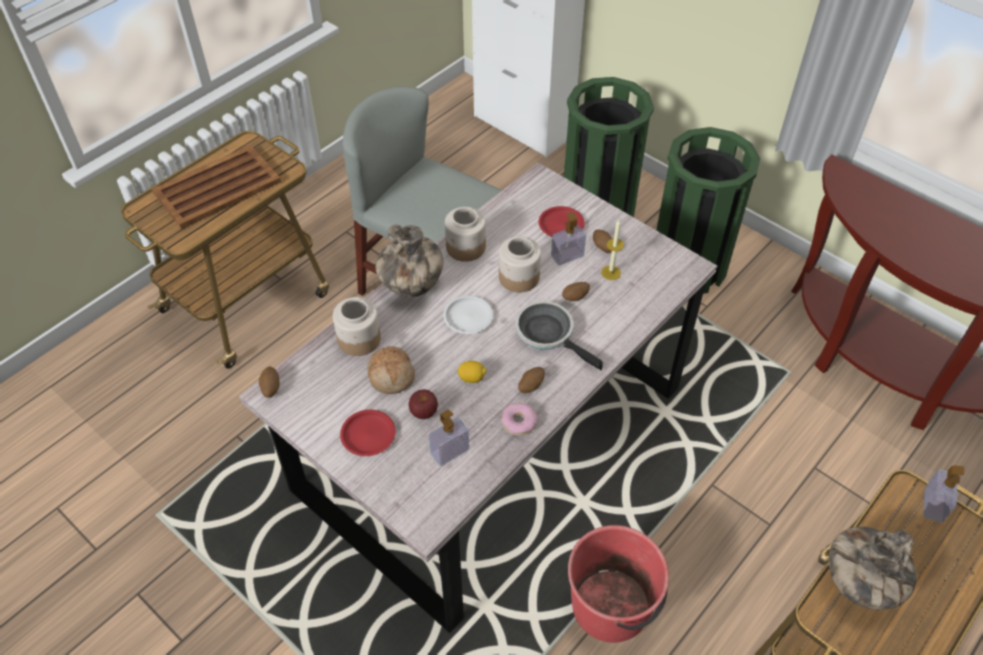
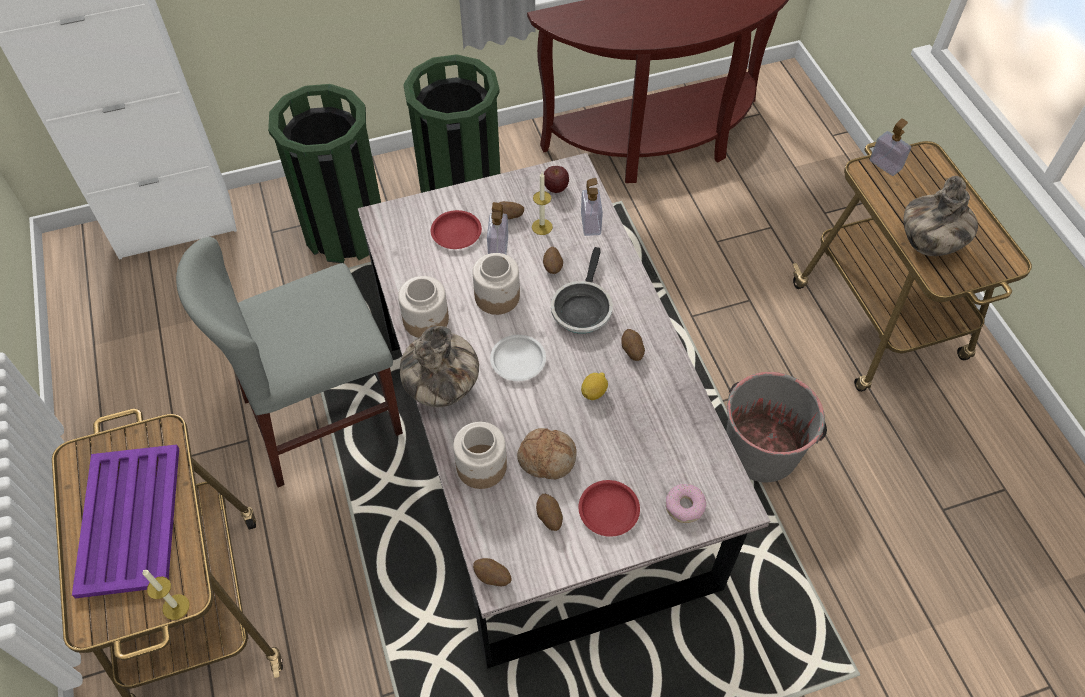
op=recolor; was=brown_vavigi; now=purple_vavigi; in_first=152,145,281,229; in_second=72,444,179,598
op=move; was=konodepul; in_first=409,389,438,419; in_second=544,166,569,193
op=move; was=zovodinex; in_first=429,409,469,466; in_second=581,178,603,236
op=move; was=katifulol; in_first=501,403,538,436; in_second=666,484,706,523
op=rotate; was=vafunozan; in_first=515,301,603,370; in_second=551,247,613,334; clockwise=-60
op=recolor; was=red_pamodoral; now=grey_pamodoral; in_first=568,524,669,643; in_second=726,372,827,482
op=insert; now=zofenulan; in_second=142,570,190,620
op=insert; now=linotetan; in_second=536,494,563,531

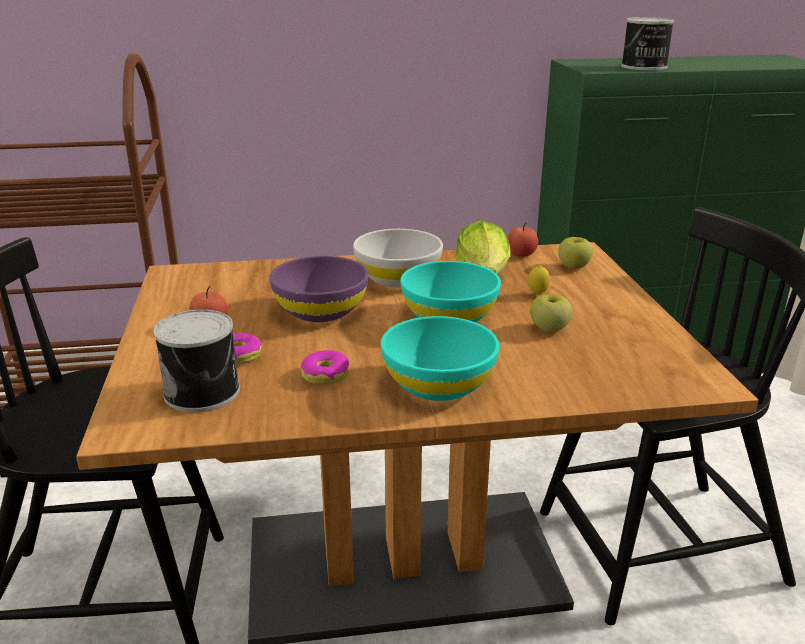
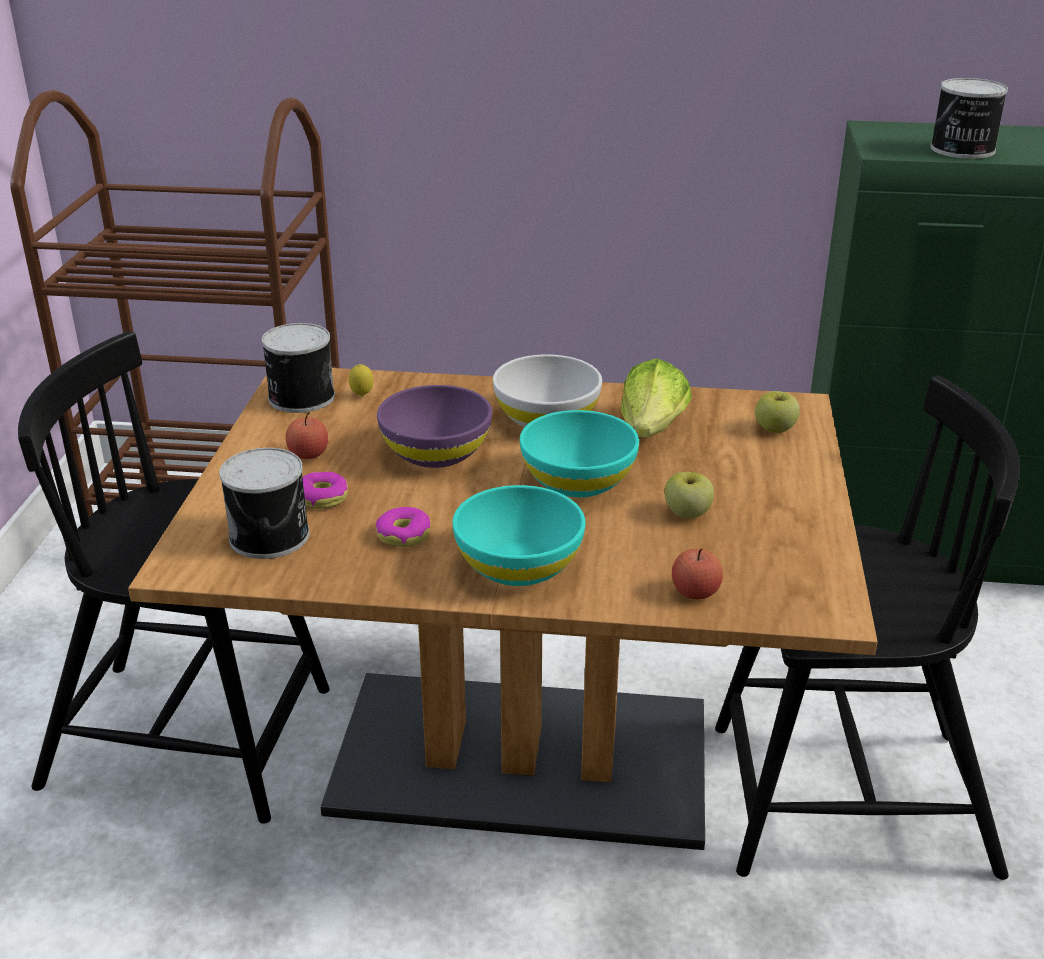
op=move; was=konodepul; in_first=508,223,538,257; in_second=672,548,723,599
op=move; was=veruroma; in_first=528,266,550,295; in_second=349,364,374,396
op=insert; now=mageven; in_second=262,323,335,413

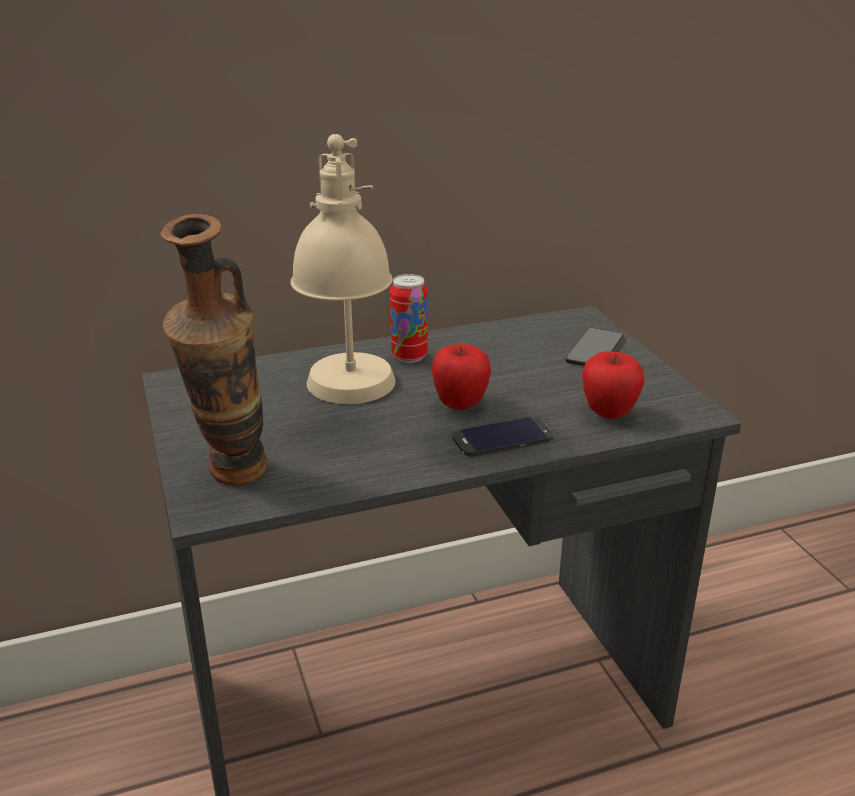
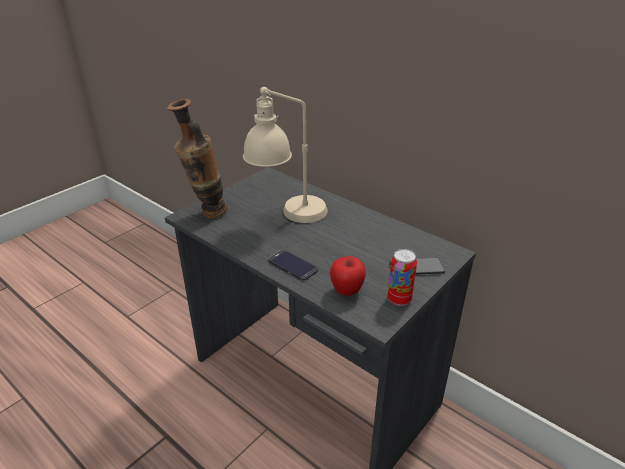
op=move; was=mageven; in_first=390,274,427,363; in_second=388,249,417,306
op=delete; was=konodepul; in_first=432,344,491,410

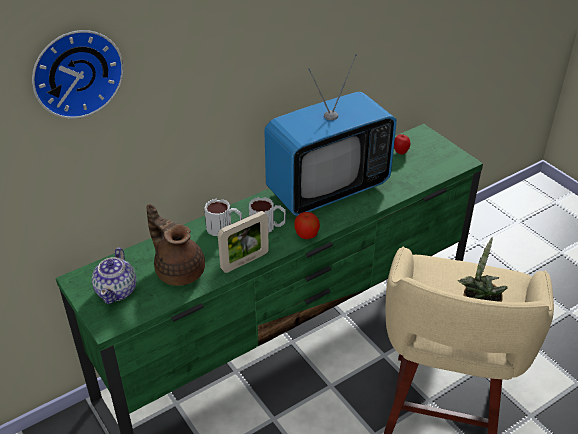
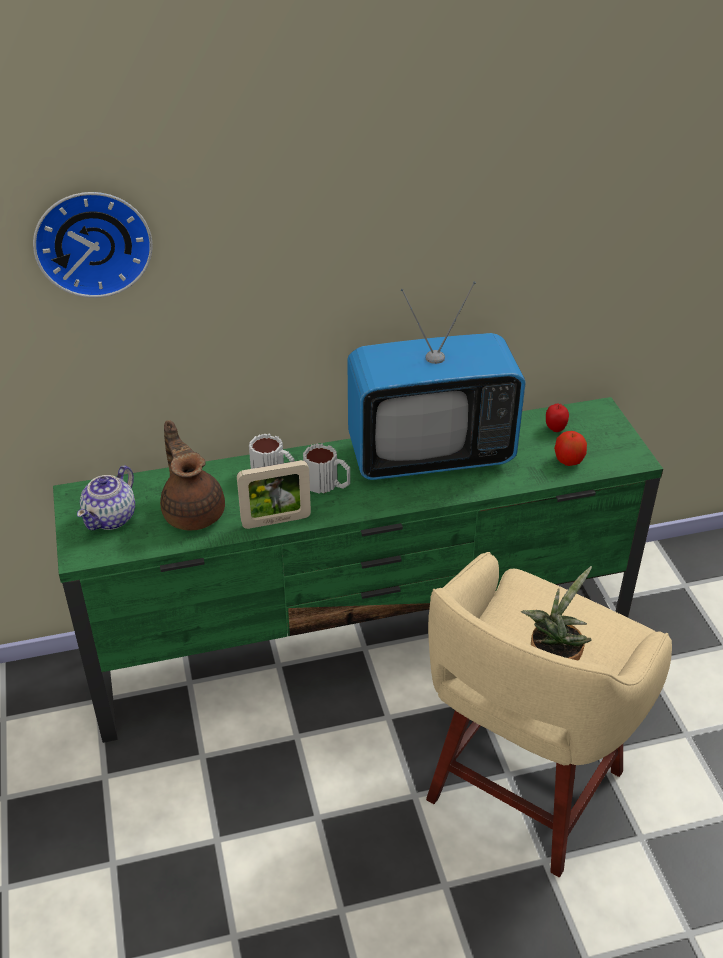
op=move; was=konodepul; in_first=294,212,320,239; in_second=554,431,587,466

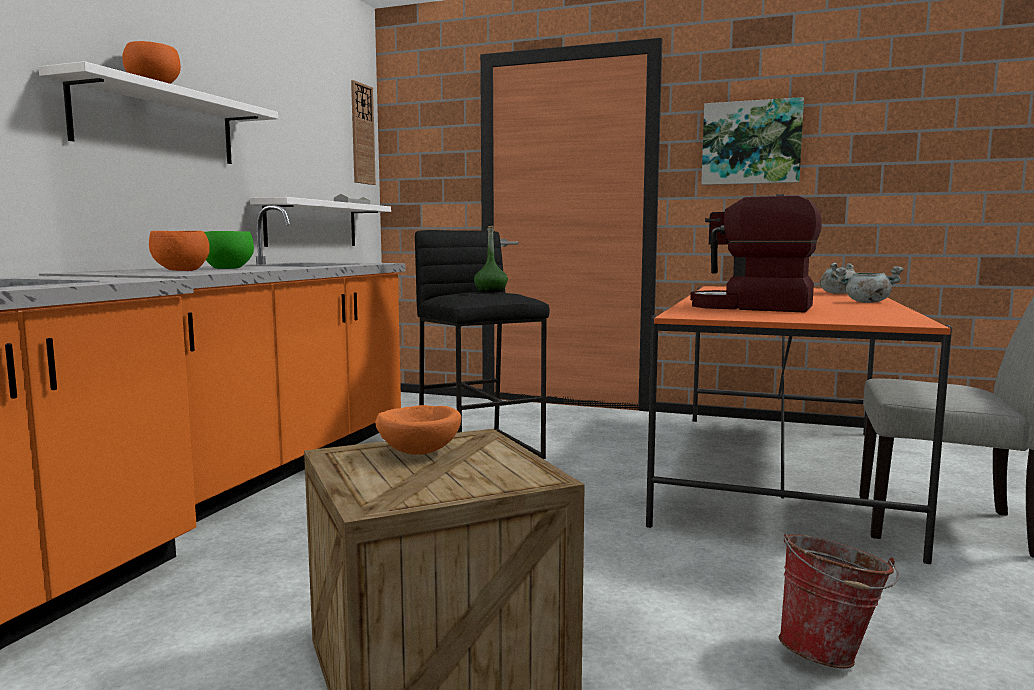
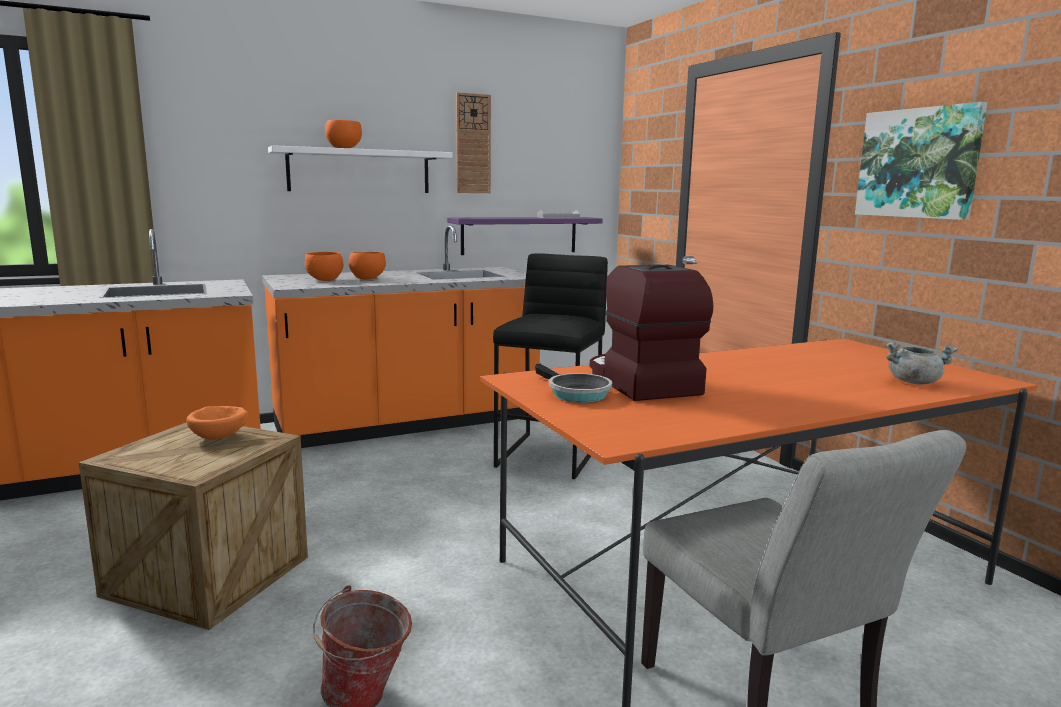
op=recolor; was=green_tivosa; now=orange_tivosa; in_first=204,231,254,269; in_second=348,251,386,279
op=recolor; was=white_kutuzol; now=purple_kutuzol; in_first=250,197,391,247; in_second=447,217,603,255
op=move; was=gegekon; in_first=351,80,376,185; in_second=456,92,491,193
op=delete; was=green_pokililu; in_first=474,226,508,292
op=delete; was=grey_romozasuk; in_first=835,266,904,303
op=insert; now=vafunozan; in_second=535,364,612,403

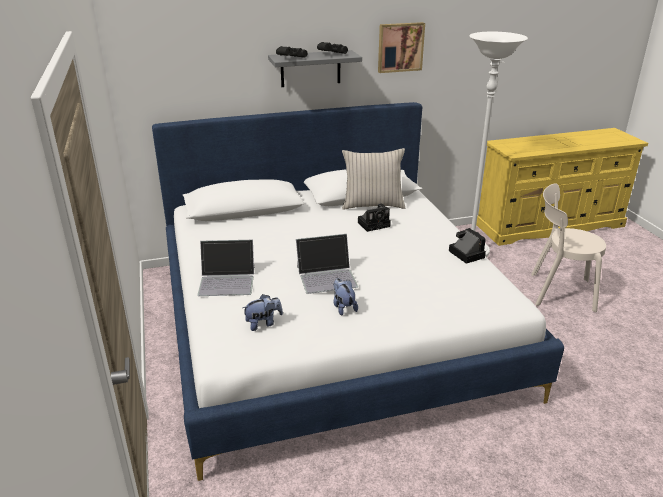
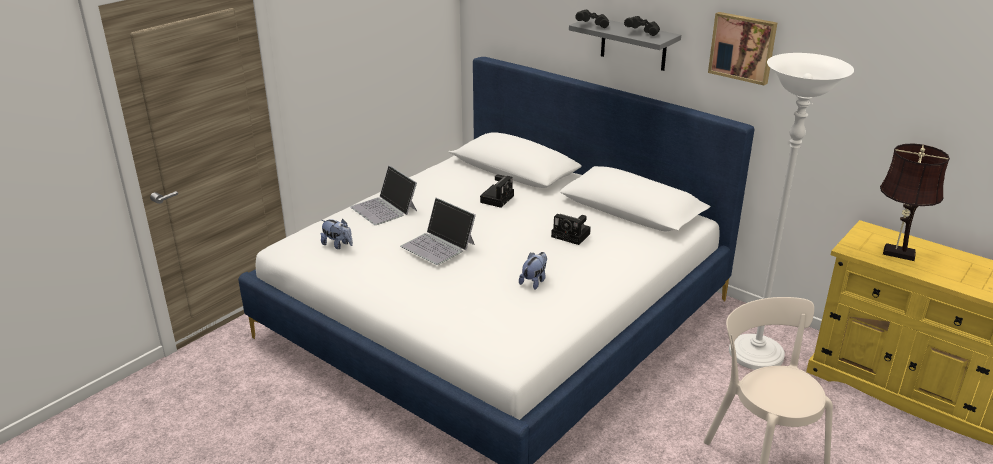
op=move; was=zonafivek; in_first=333,278,358,316; in_second=519,252,547,290
op=delete; was=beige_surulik; in_first=342,148,405,210
op=move; was=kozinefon; in_first=449,228,486,264; in_second=480,174,514,208
op=insert; now=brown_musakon; in_second=880,143,950,261

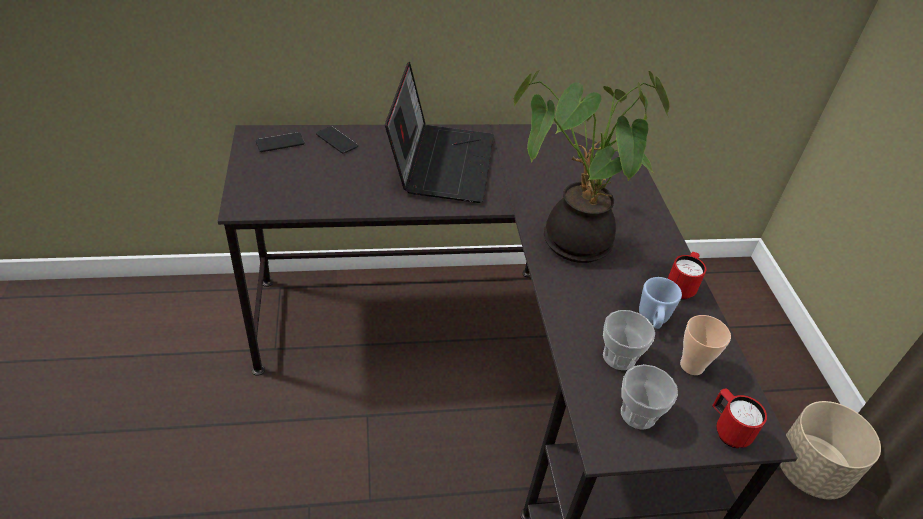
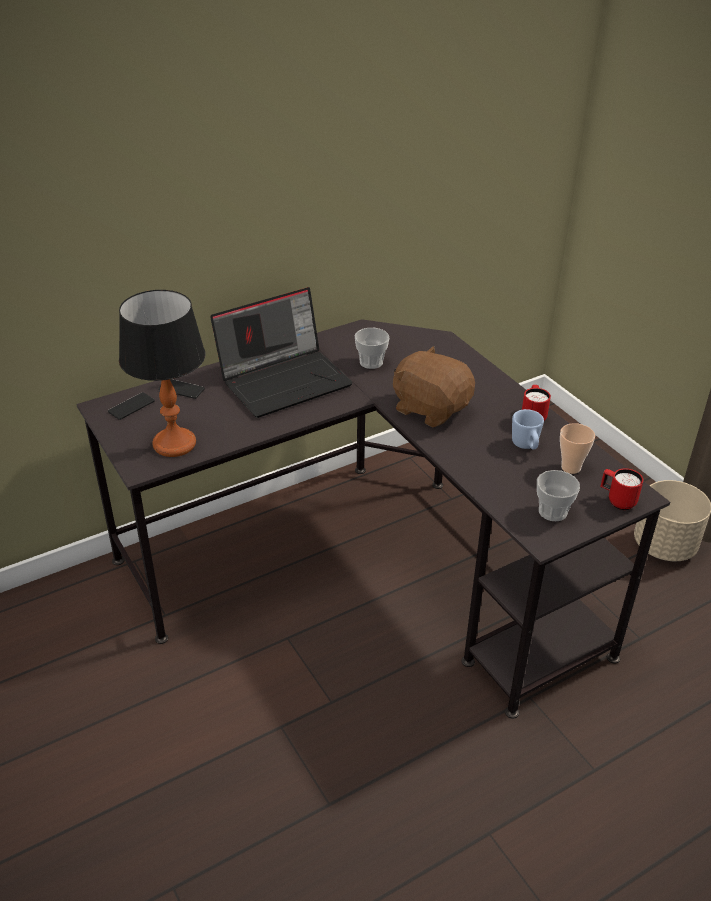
op=rotate; was=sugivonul; in_first=385,62,494,203; in_second=210,287,353,418; clockwise=75
op=replace; was=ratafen; now=brown_zonafivek; in_first=514,70,670,263; in_second=393,346,475,428
op=move; was=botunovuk; in_first=603,310,655,370; in_second=355,328,389,369
op=insert; now=musakon; in_second=119,290,206,457

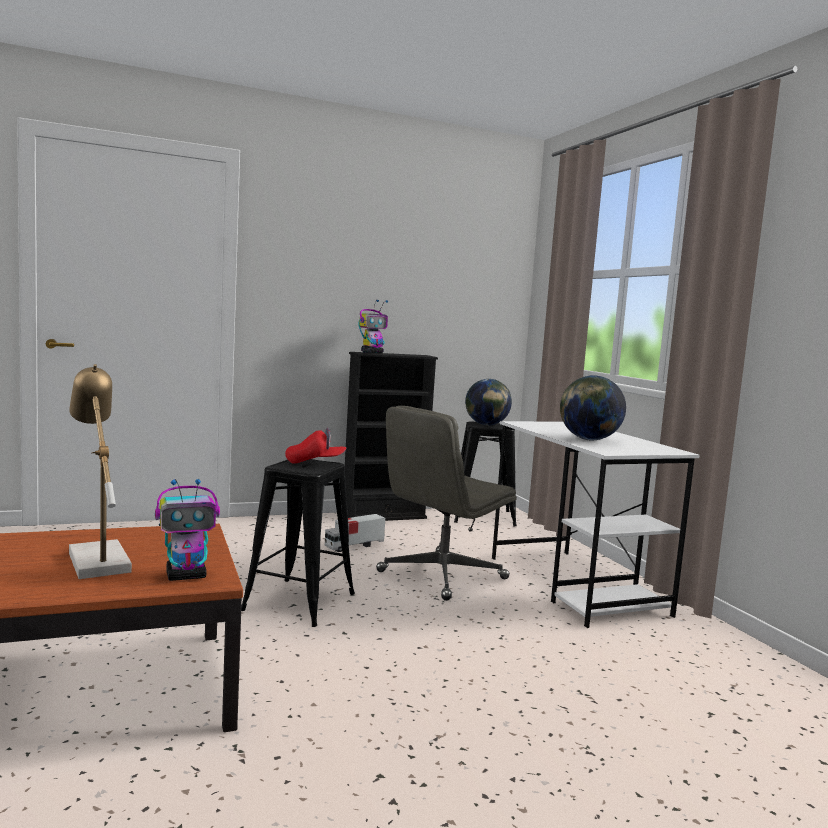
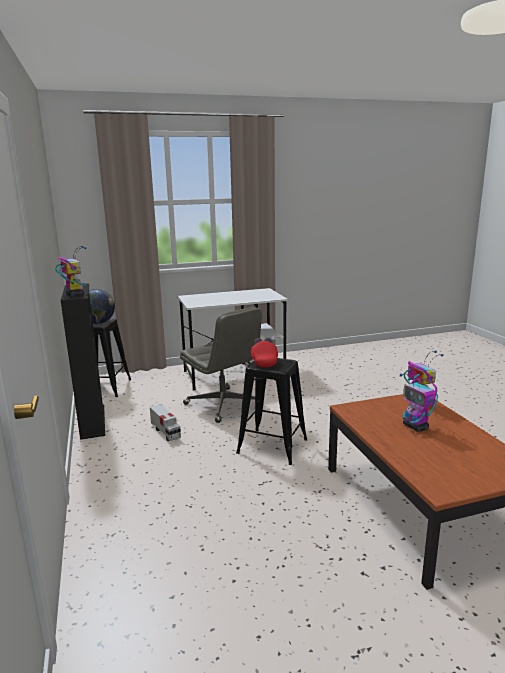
op=replace; was=musakon; now=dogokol; in_first=69,364,132,579; in_second=400,373,438,432
op=delete; was=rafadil; in_first=560,375,626,440

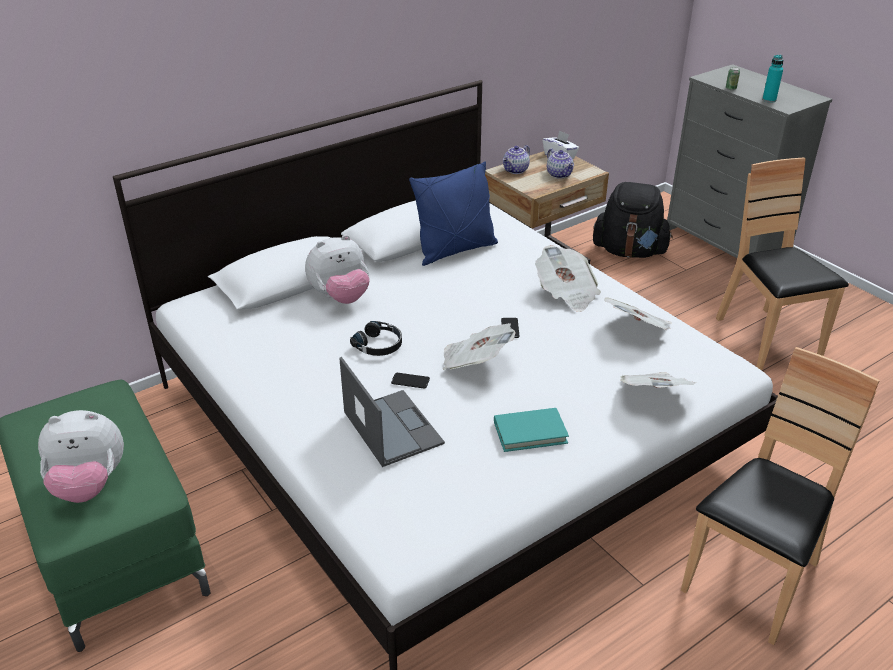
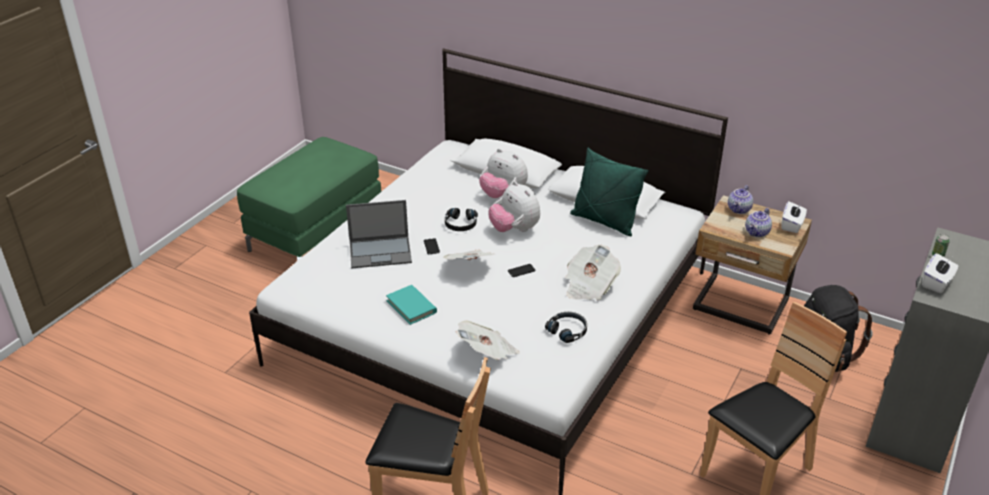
op=move; was=zonafivek; in_first=38,410,124,503; in_second=488,181,540,232
op=rotate; was=sugivonul; in_first=339,357,445,467; in_second=346,200,412,268; clockwise=45
op=recolor; was=blue_surulik; now=green_surulik; in_first=409,161,498,266; in_second=570,148,649,236
op=rotate; was=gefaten; in_first=503,145,530,174; in_second=728,185,753,214; clockwise=-75
op=replace; was=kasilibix; now=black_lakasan; in_first=604,297,672,330; in_second=545,312,587,343
op=replace; was=turquoise_pokililu; now=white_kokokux; in_first=762,55,783,103; in_second=922,253,958,293

